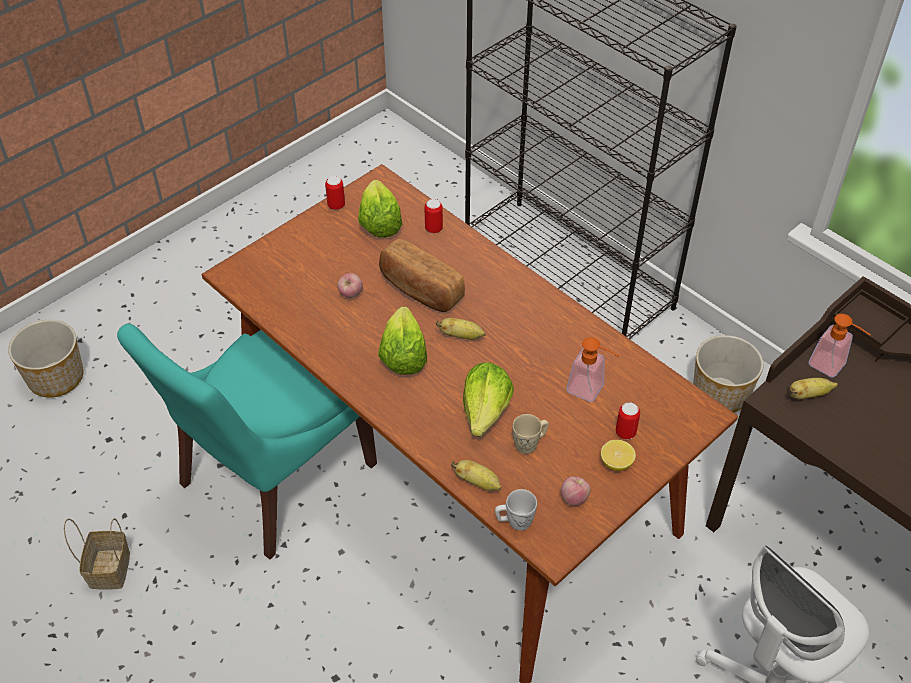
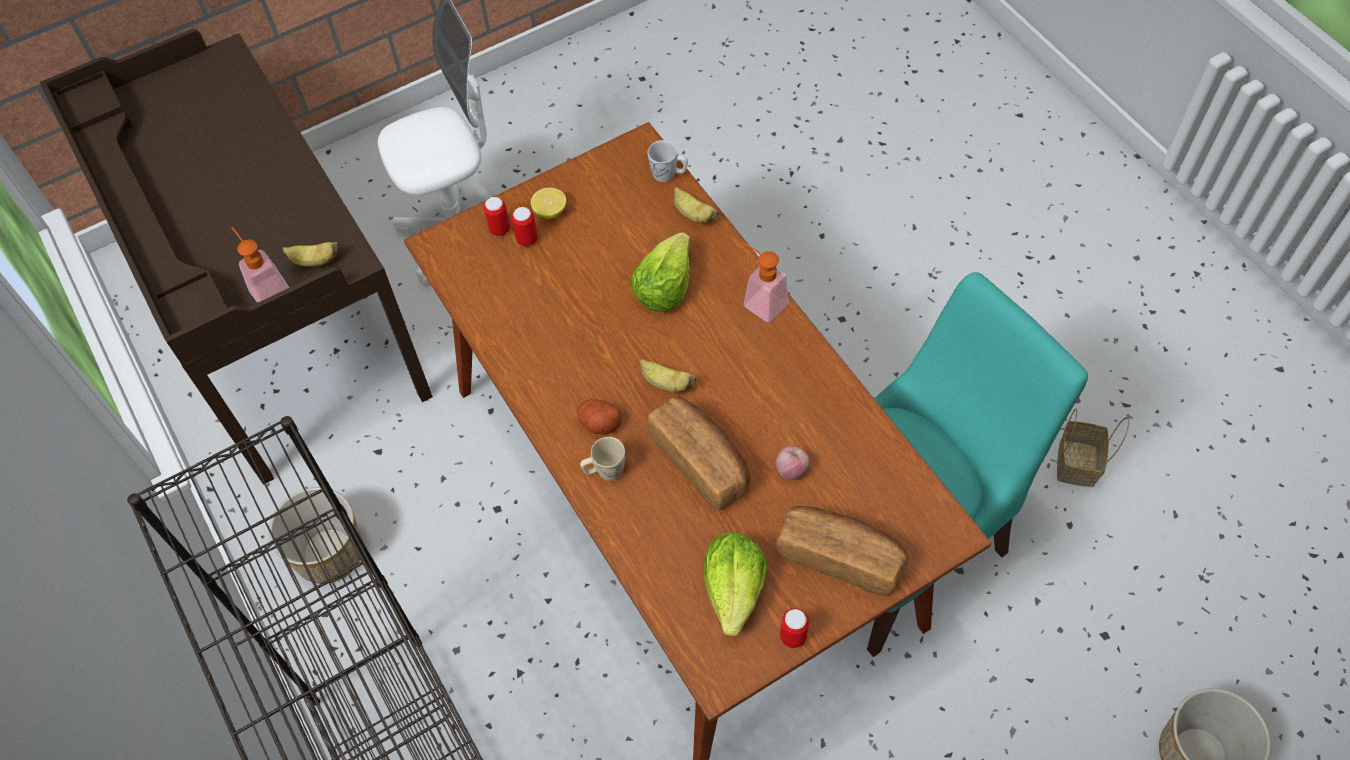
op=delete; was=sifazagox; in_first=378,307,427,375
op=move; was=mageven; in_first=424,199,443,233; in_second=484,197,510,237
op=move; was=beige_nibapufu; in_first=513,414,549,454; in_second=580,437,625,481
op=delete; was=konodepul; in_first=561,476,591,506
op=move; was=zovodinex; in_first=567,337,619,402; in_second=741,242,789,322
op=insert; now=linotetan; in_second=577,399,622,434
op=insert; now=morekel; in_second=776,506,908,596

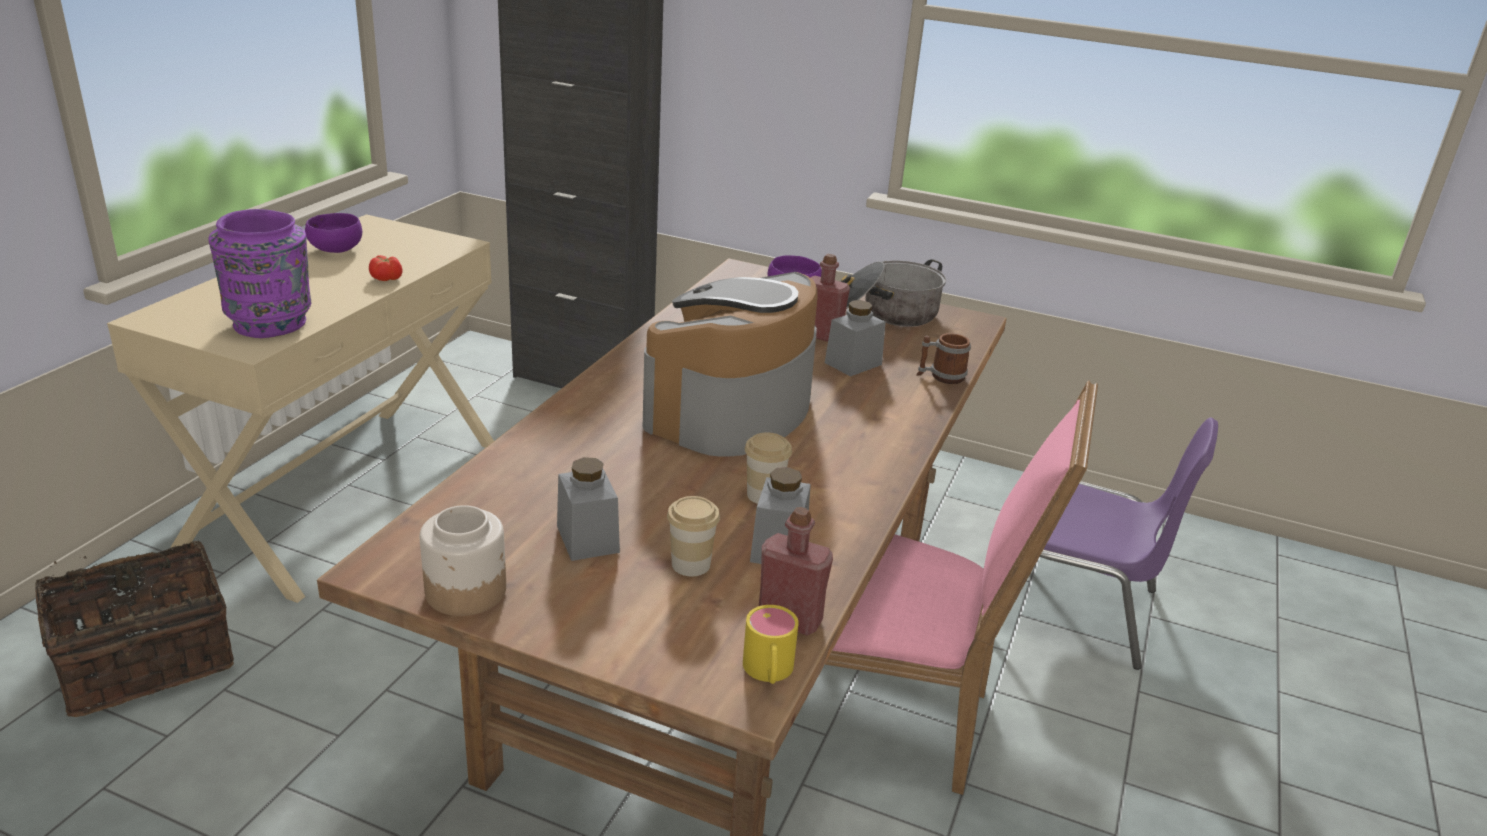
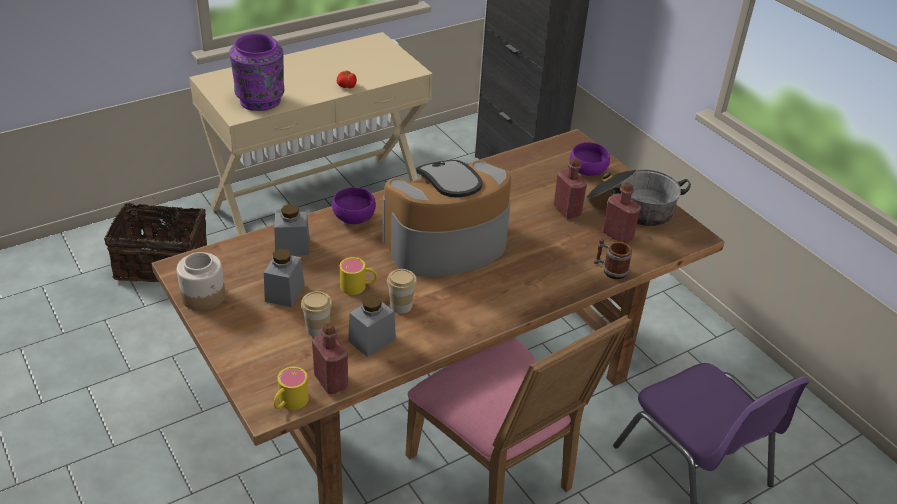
op=move; was=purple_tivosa; in_first=305,213,362,253; in_second=332,187,376,224
op=move; was=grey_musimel; in_first=825,300,886,377; in_second=274,204,310,256
op=insert; now=yellow_nibapufu; in_second=340,257,378,295
op=insert; now=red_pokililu; in_second=603,182,641,243

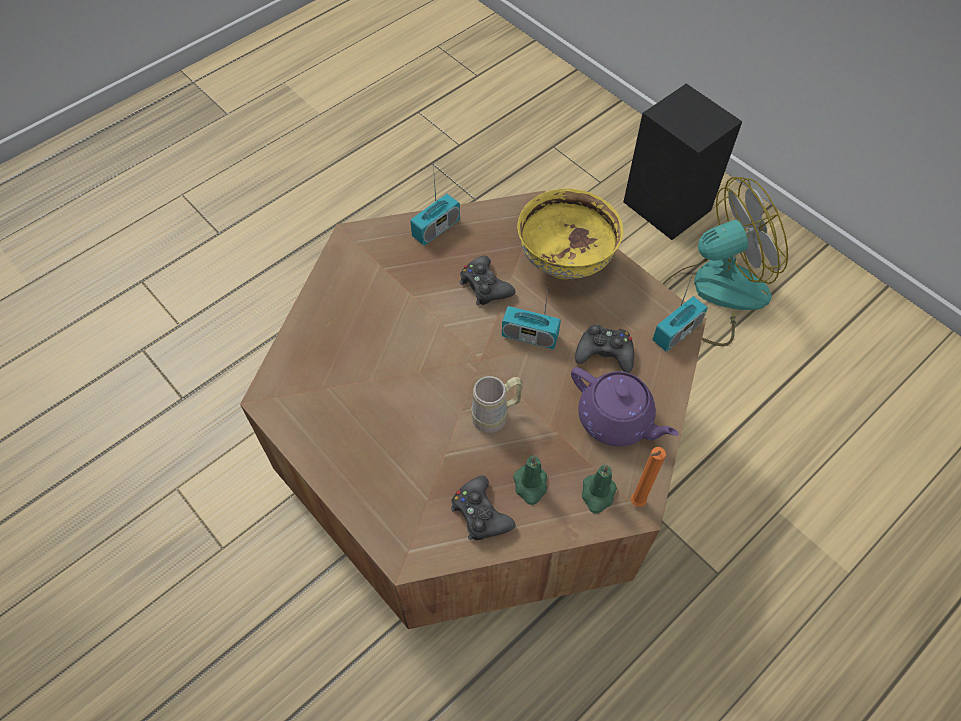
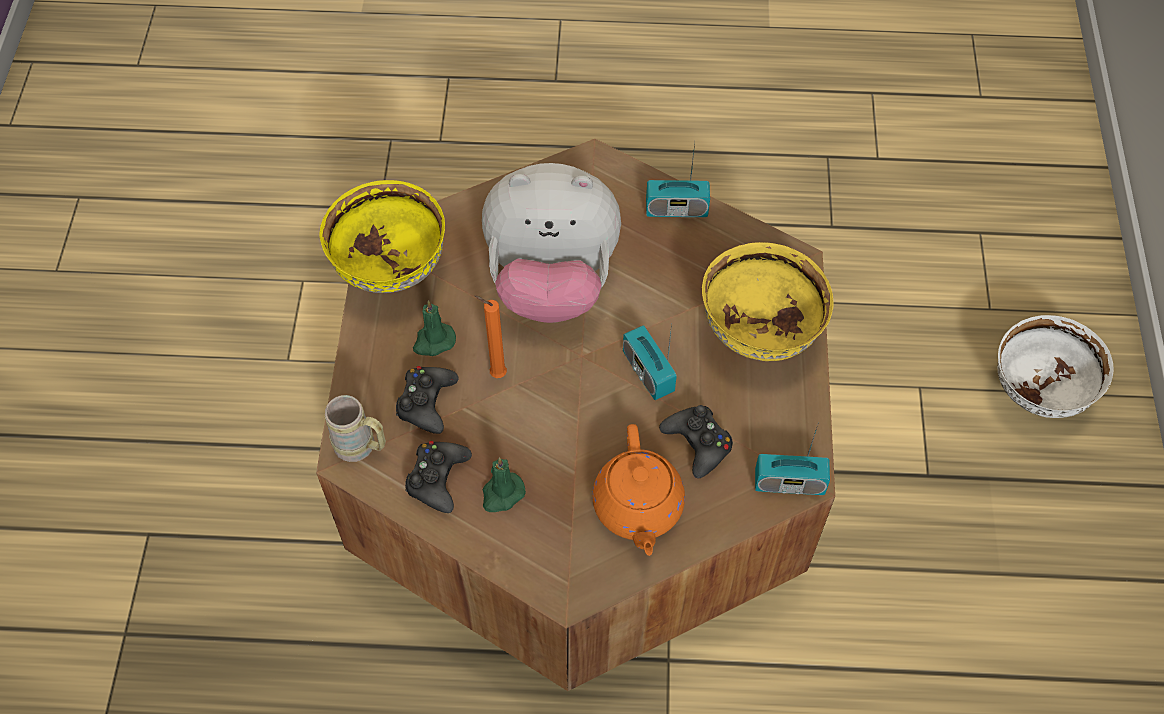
op=move; was=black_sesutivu; in_first=460,256,516,305; in_second=396,366,458,434
op=move; was=beige_nibapufu; in_first=471,376,523,433; in_second=325,395,386,462
op=recolor; was=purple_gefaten; now=orange_gefaten; in_first=571,367,679,446; in_second=592,424,685,556
op=move; was=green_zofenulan; in_first=582,465,617,514; in_second=413,300,456,356
op=replace; was=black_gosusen; now=white_tivosa; in_first=623,83,742,240; in_second=998,315,1113,418
op=move; was=orange_zofenulan; in_first=631,447,666,507; in_second=475,295,507,378
op=delete; was=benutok; in_first=662,177,788,346
op=insert; now=yellow_tivosa; in_second=319,180,445,293
op=insert; now=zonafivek; in_second=482,163,621,323

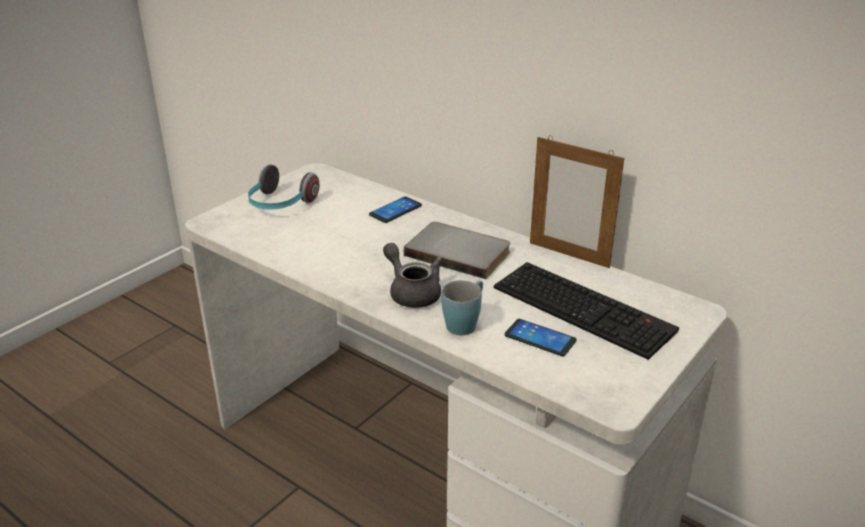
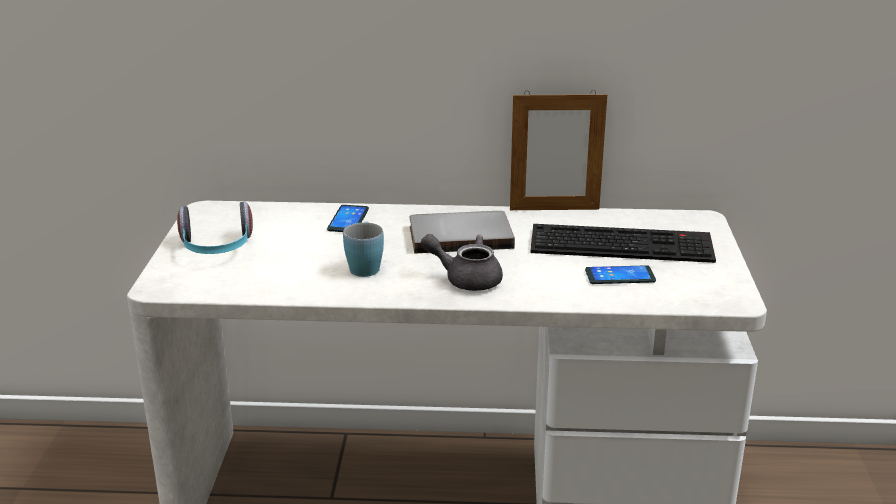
op=move; was=blue_nibapufu; in_first=442,280,483,335; in_second=343,221,384,277

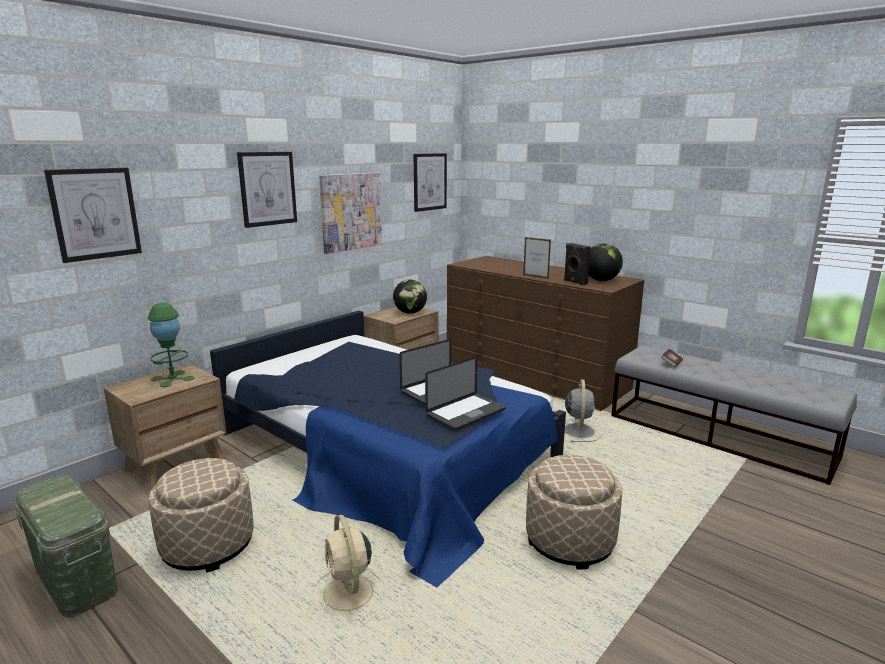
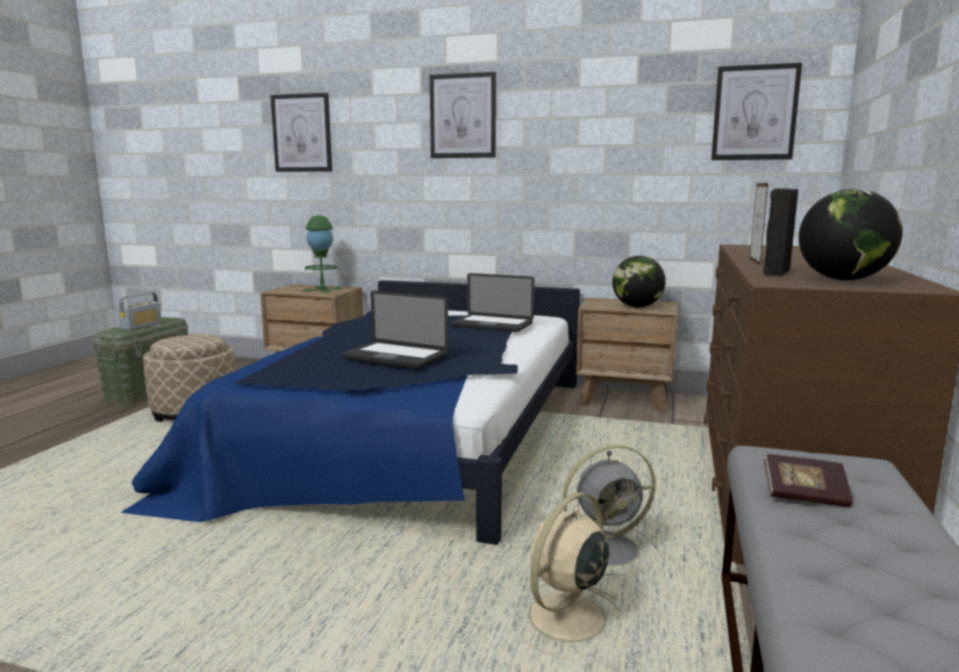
op=move; was=beige_benutok; in_first=312,515,384,622; in_second=518,492,621,659
op=delete; was=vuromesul; in_first=319,172,382,254
op=move; was=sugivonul; in_first=425,356,506,431; in_second=451,273,534,332
op=delete; was=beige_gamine; in_first=526,455,622,569
op=insert; now=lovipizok; in_second=118,292,162,330

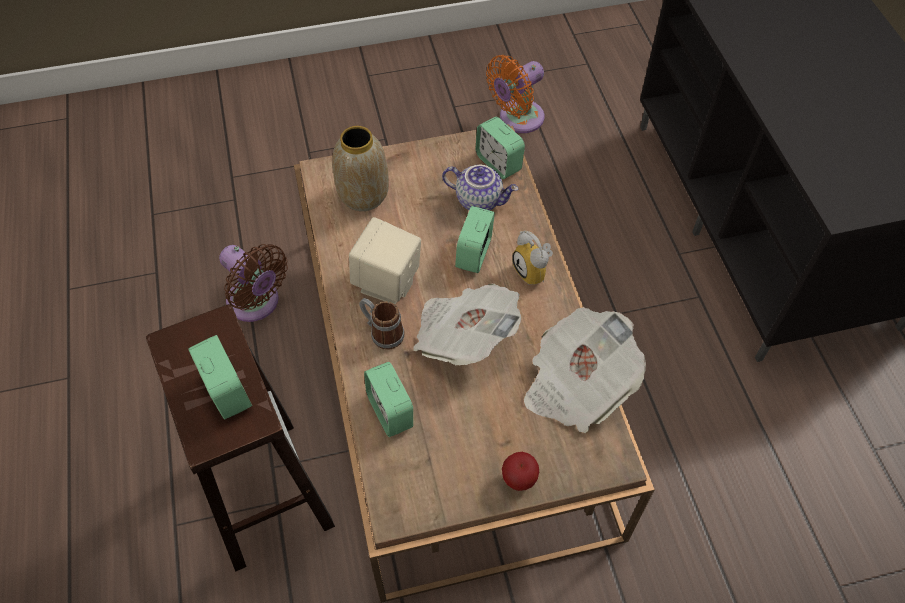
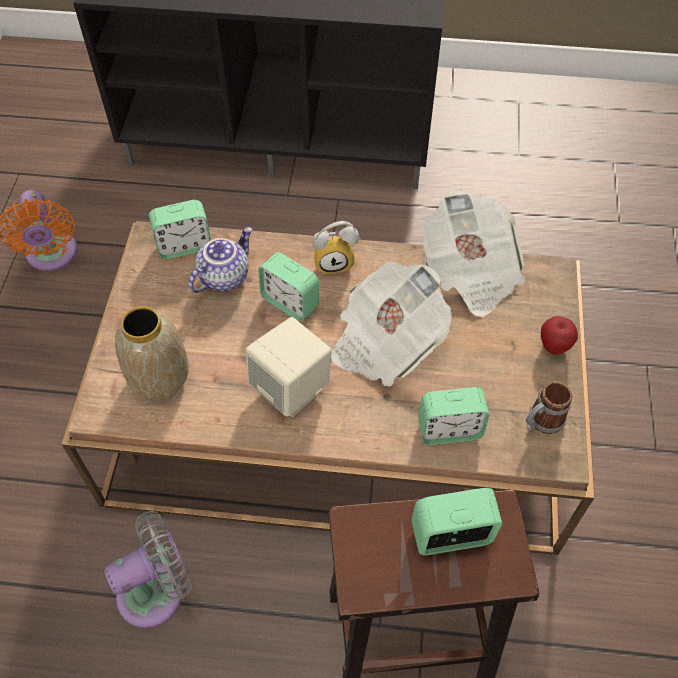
op=recolor; was=brown_benutok; now=grey_benutok; in_first=219,244,288,322; in_second=104,511,192,628
op=move; was=nibapufu; in_first=359,298,405,350; in_second=526,382,572,434

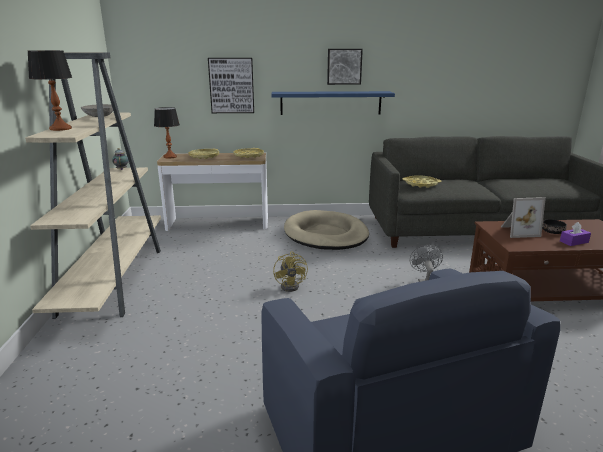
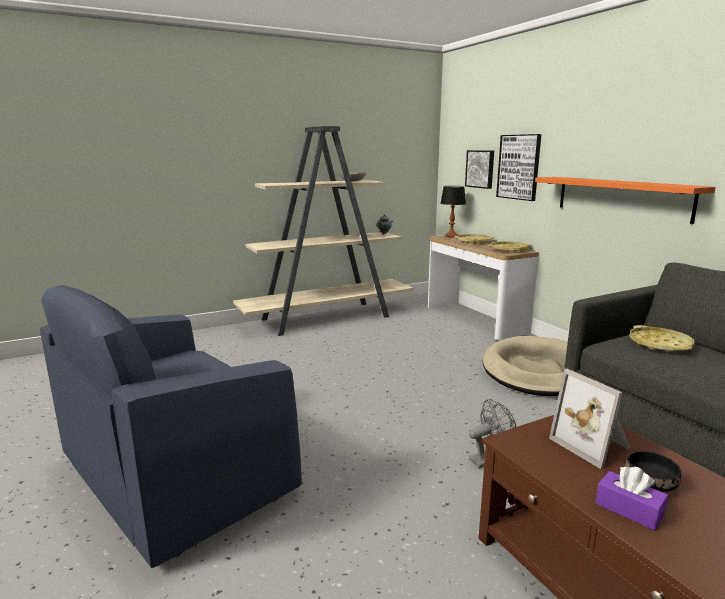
op=delete; was=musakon; in_first=28,50,72,131
op=recolor; was=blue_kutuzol; now=orange_kutuzol; in_first=272,91,395,115; in_second=535,177,716,224
op=delete; was=yellow_benutok; in_first=273,251,308,292
op=move; was=vuromesul; in_first=327,49,363,85; in_second=465,150,494,189

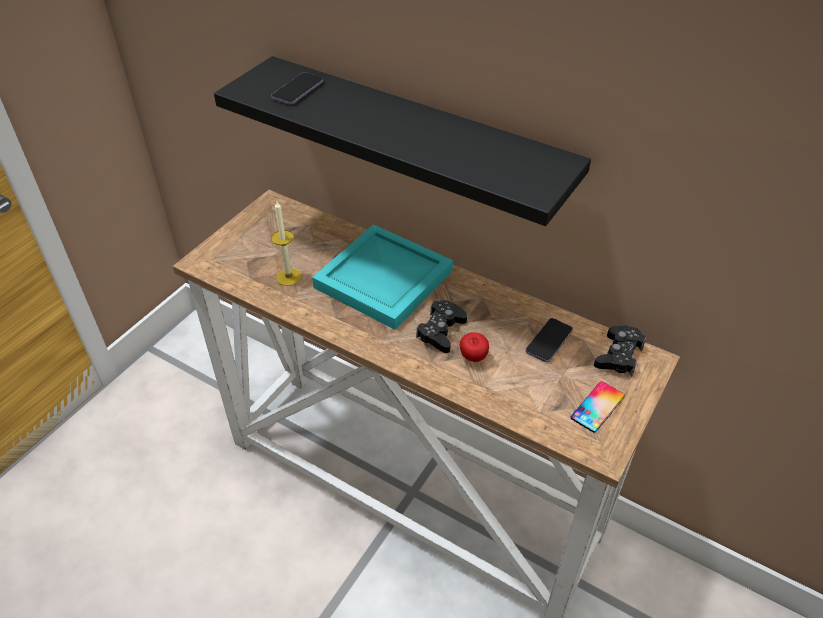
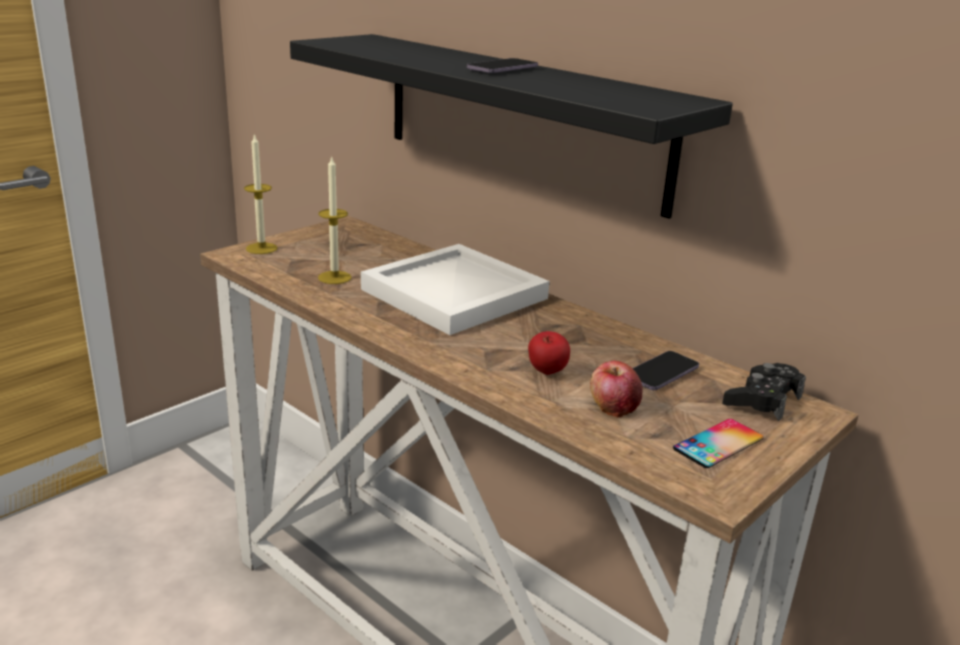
op=move; was=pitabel; in_first=271,73,323,105; in_second=467,58,538,73
op=recolor; was=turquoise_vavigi; now=white_vavigi; in_first=312,224,453,330; in_second=361,244,549,335
op=delete; was=black_sesutivu; in_first=416,300,467,353
op=insert; now=zofenulan; in_second=244,133,278,254
op=insert; now=konodepul; in_second=590,361,643,418

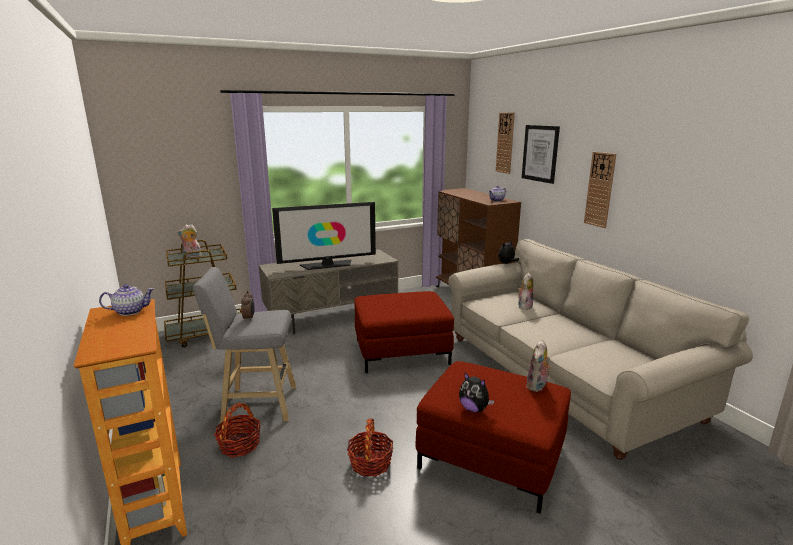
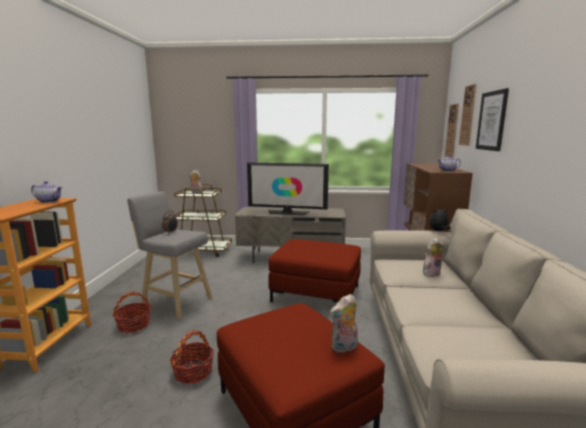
op=delete; was=zonafivek; in_first=459,373,494,412
op=move; was=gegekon; in_first=584,152,616,228; in_second=445,103,459,158

